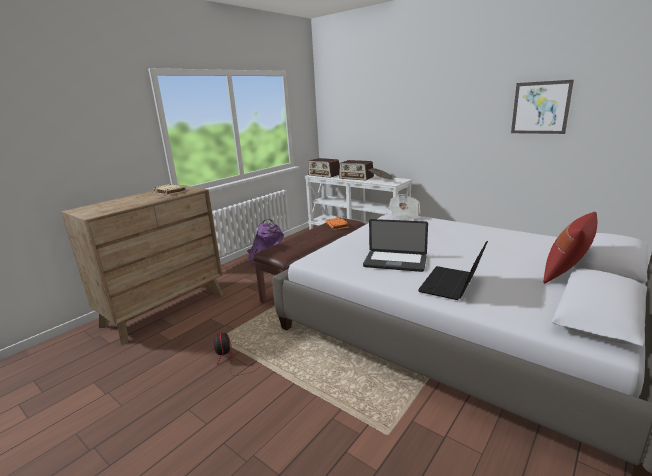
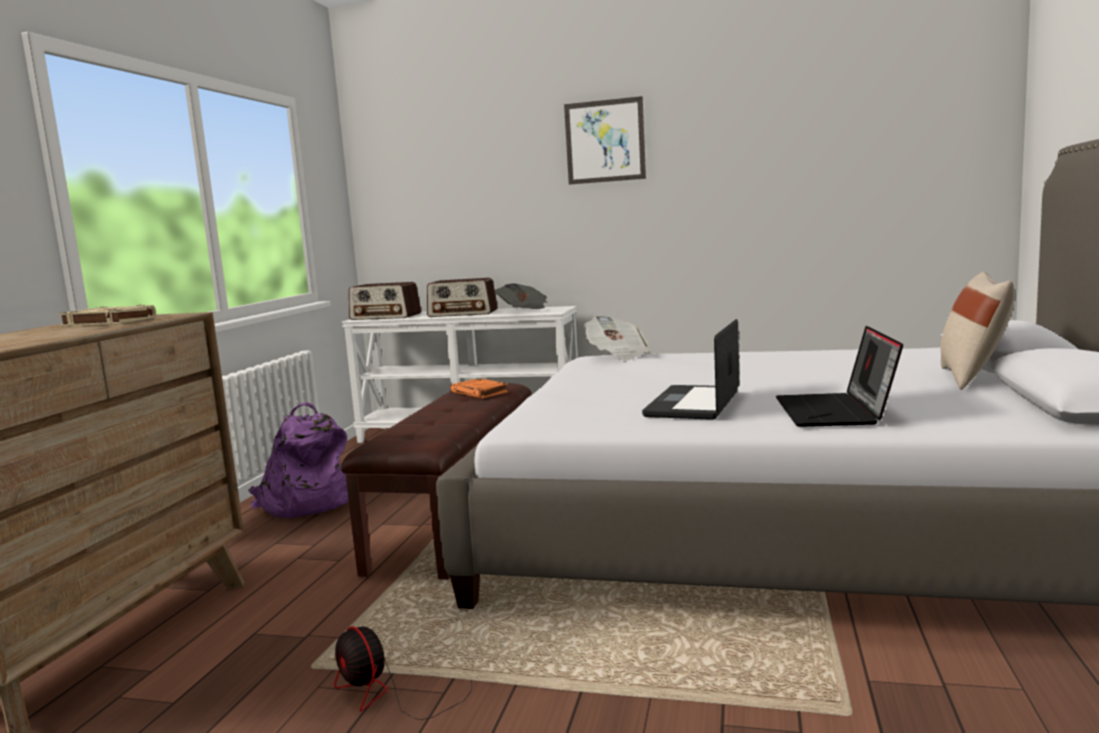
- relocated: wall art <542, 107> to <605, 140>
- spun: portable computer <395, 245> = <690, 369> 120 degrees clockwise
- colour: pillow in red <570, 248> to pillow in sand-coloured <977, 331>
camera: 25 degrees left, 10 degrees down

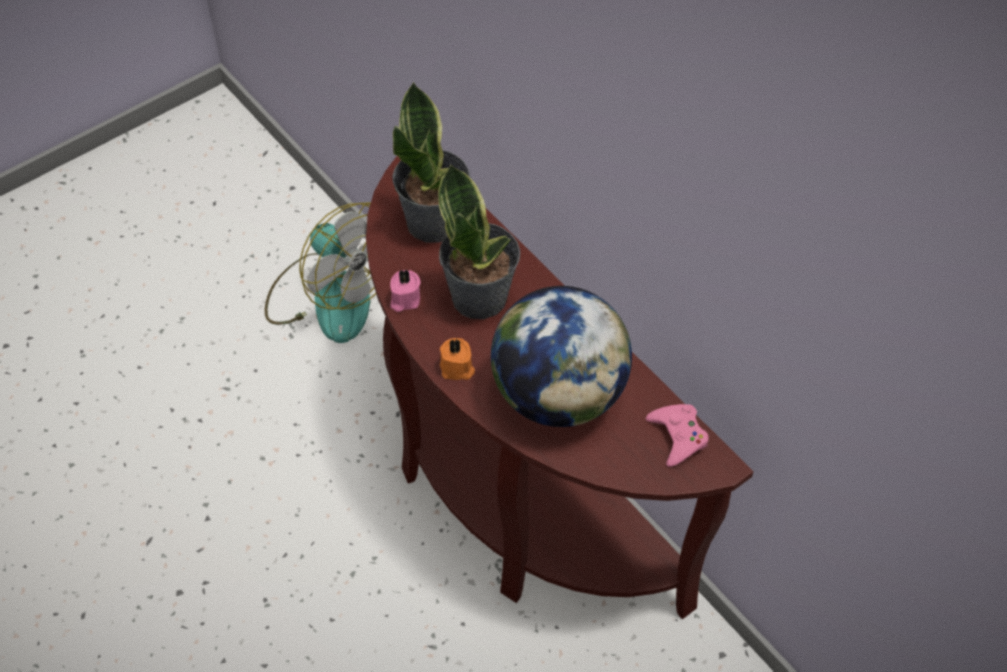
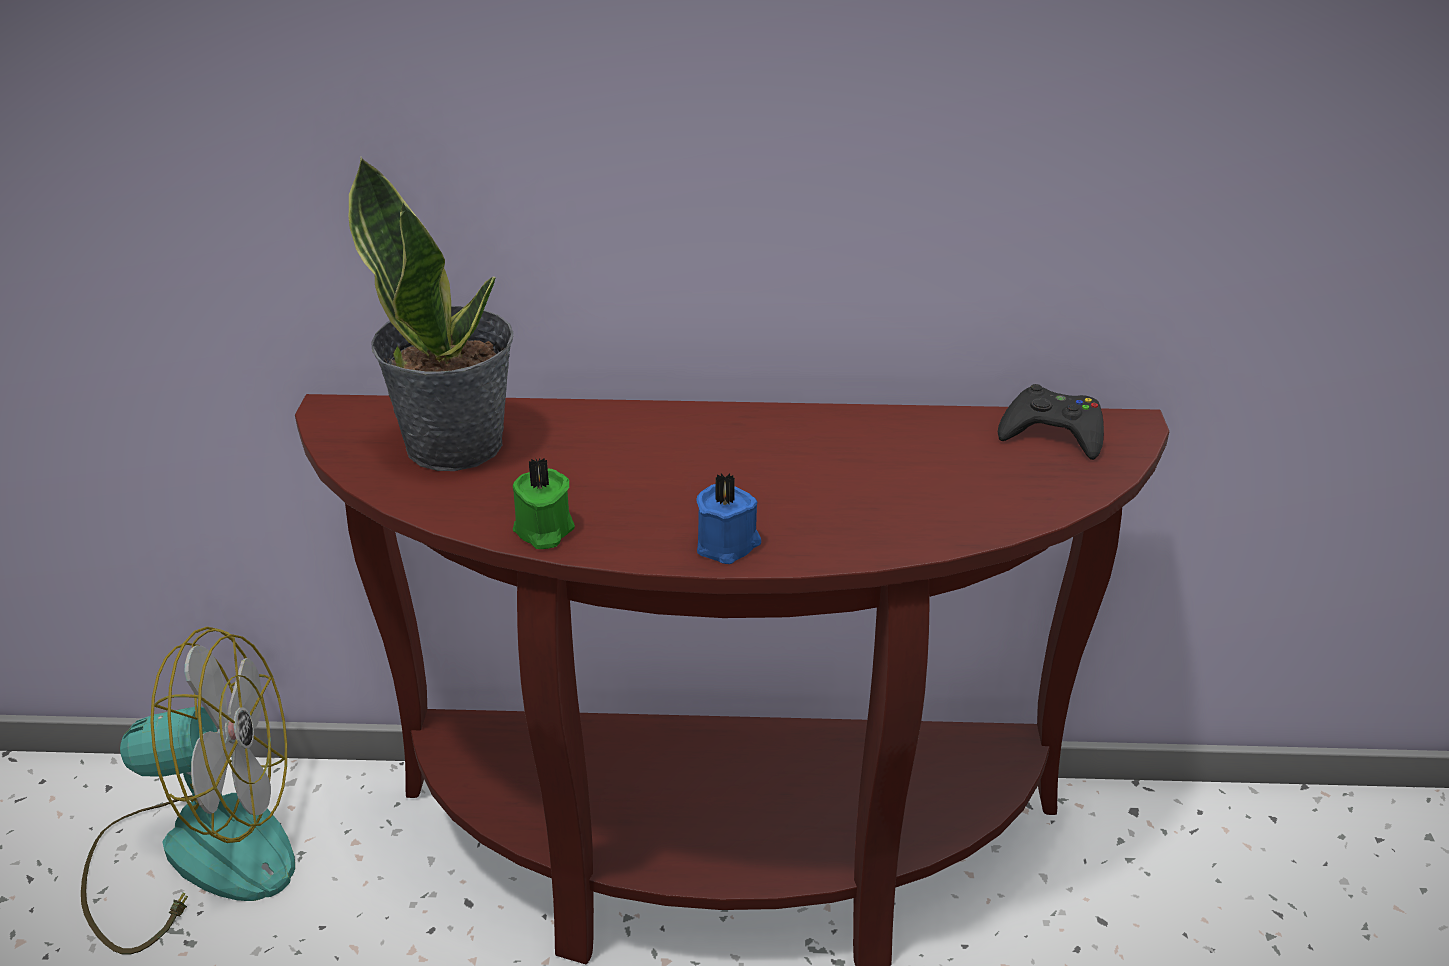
- colour: candle in pink-coloured <405, 290> to candle in green <544, 503>
- colour: candle in orange-coloured <457, 359> to candle in blue <728, 518>
- colour: gamepad in pink-coloured <677, 435> to gamepad in black <1051, 422>
- missing: potted plant <479, 241>
- missing: world globe <561, 356>
camera: 50 degrees left, 20 degrees down

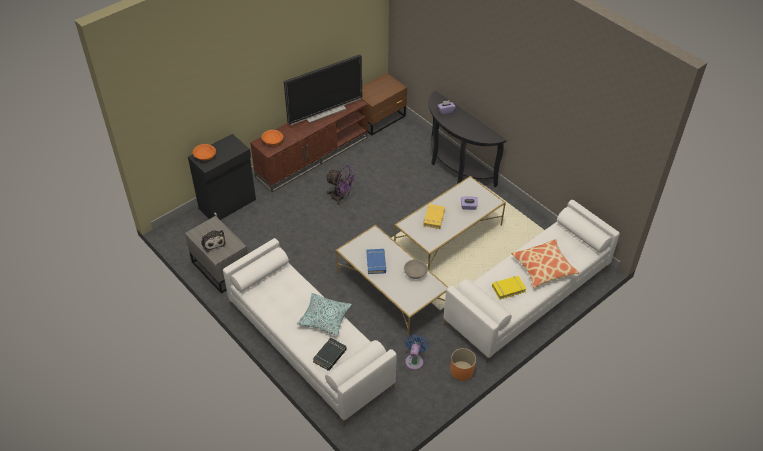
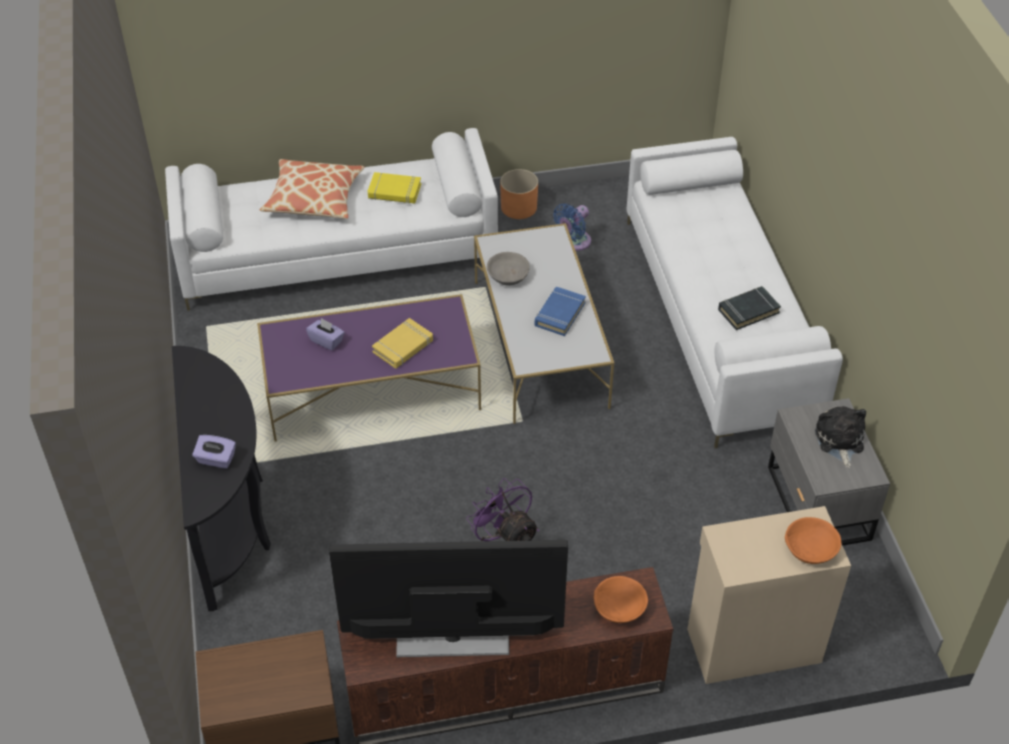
- colour: coffee table in whitish <450, 223> to coffee table in purplish <369, 367>
- colour: storage cabinet in black <222, 177> to storage cabinet in sand-coloured <769, 595>
- relocated: bound book in black <330, 354> to <749, 308>
- missing: pillow <324, 314>
camera: 150 degrees left, 0 degrees up

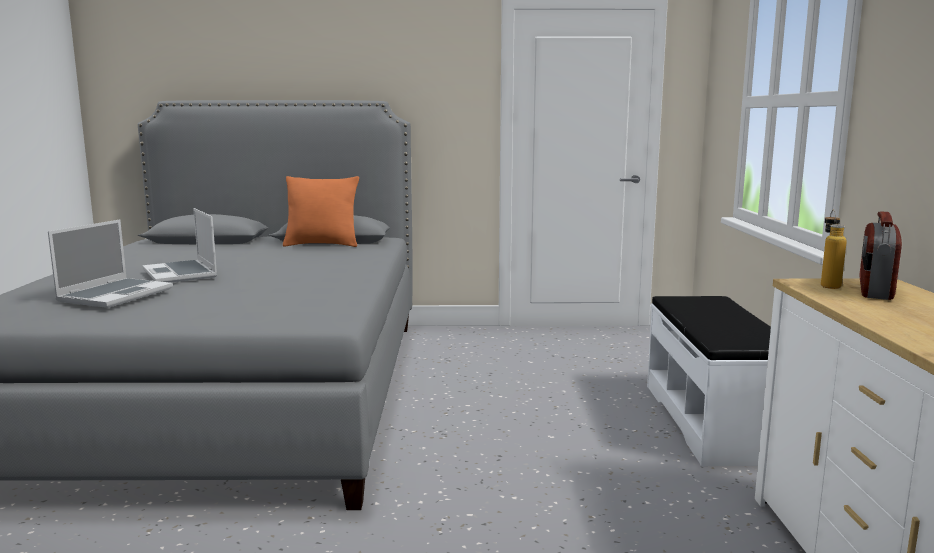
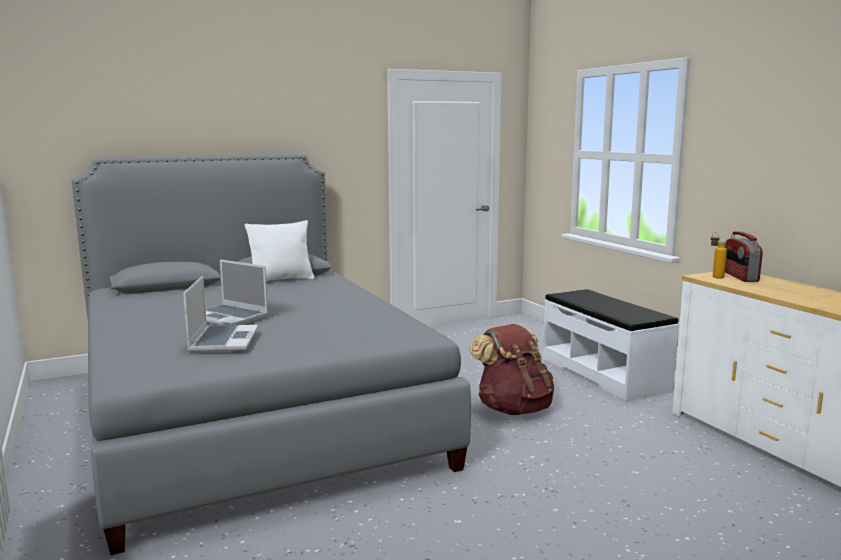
- colour: pillow in orange-coloured <321, 211> to pillow in whitish <280, 250>
- appeared: backpack in brown <512, 369>
camera: 25 degrees left, 0 degrees up

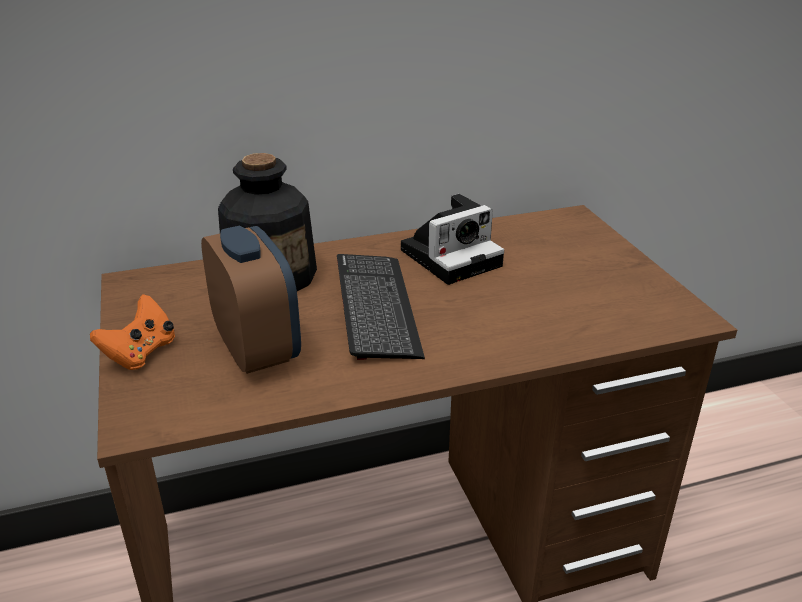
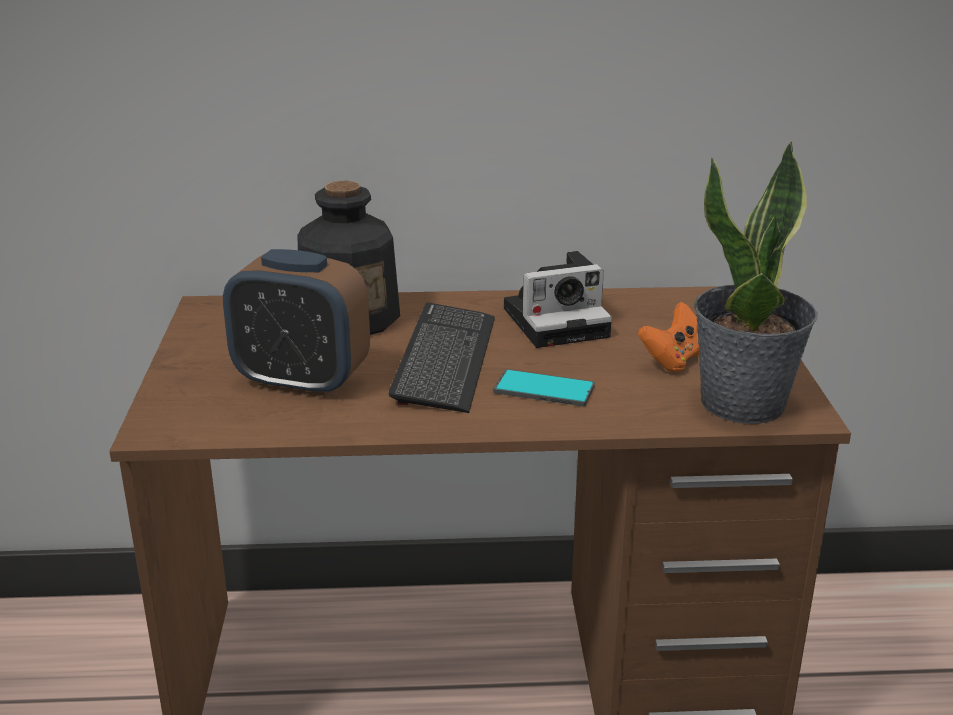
- spun: alarm clock <251, 300> = <296, 323> 120 degrees clockwise
- appeared: phone <544, 388>
- relocated: gamepad in orange-coloured <132, 332> to <668, 337>
- appeared: potted plant <756, 282>
camera: 15 degrees right, 5 degrees down

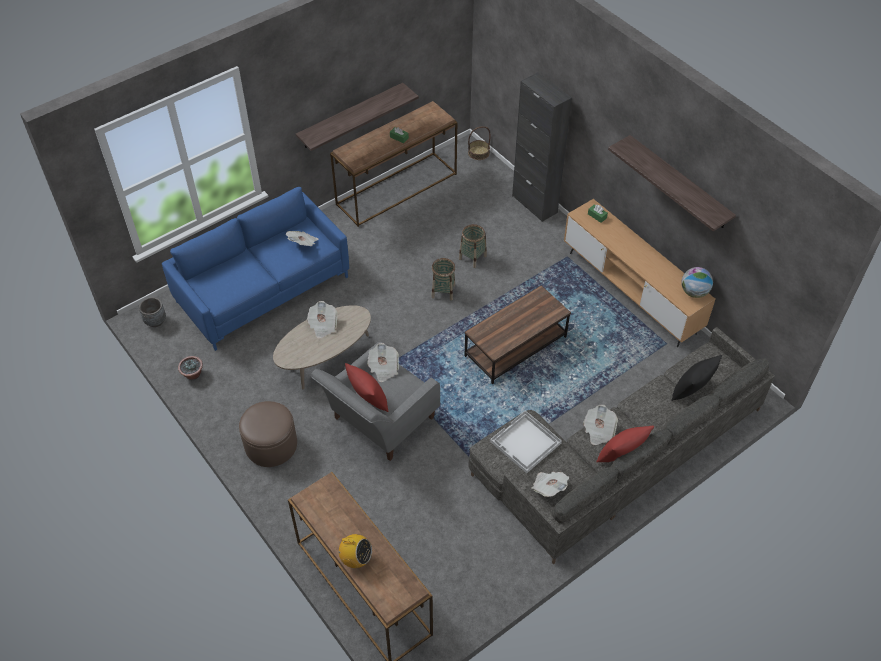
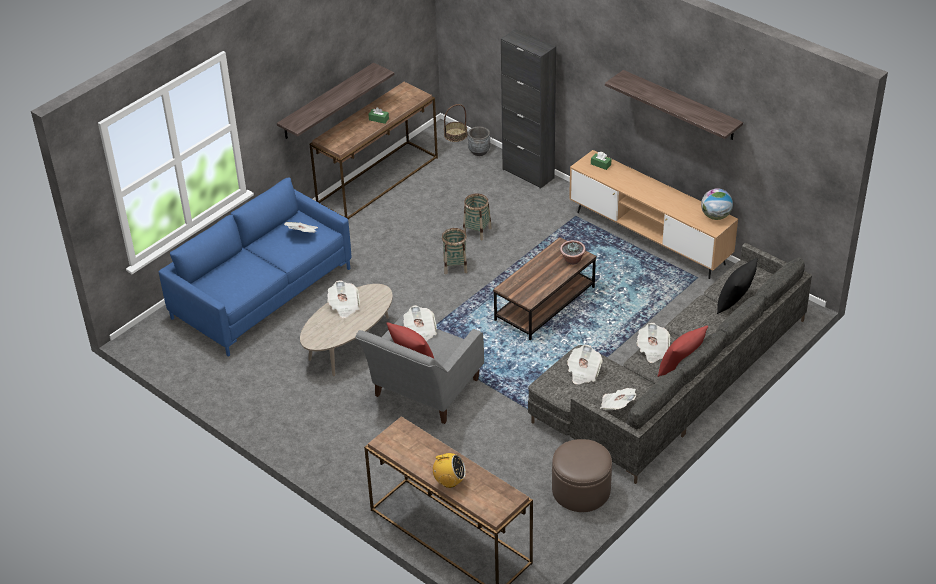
- relocated: planter in gray <152, 312> to <479, 141>
- relocated: ottoman in brown <268, 434> to <582, 475>
- relocated: potted plant <190, 368> to <573, 252>
- exchanged: serving tray in whitish <526, 442> to printed paper <585, 364>
camera: 10 degrees left, 10 degrees down

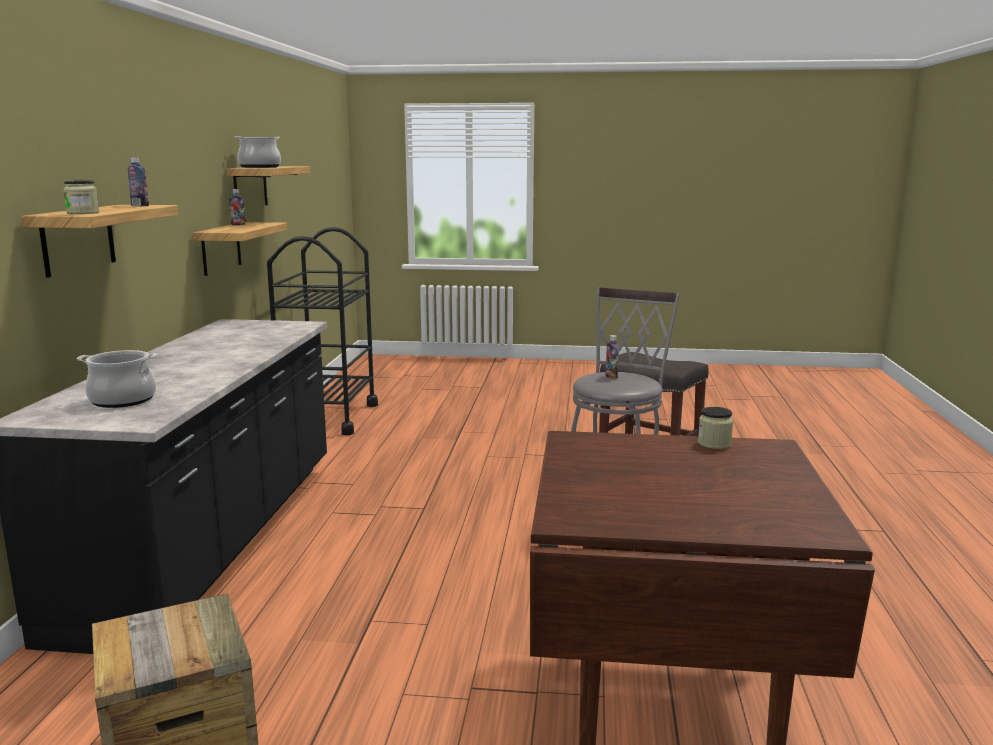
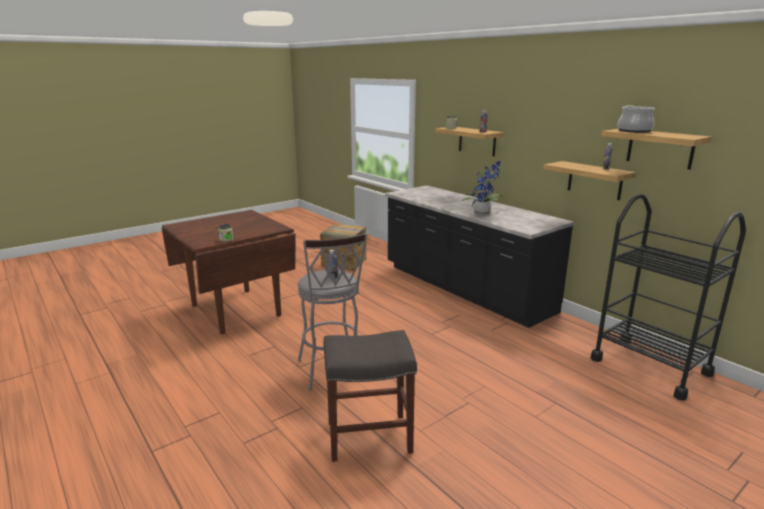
- appeared: potted plant <482, 188>
- missing: stockpot <117, 379>
camera: 135 degrees right, 5 degrees up

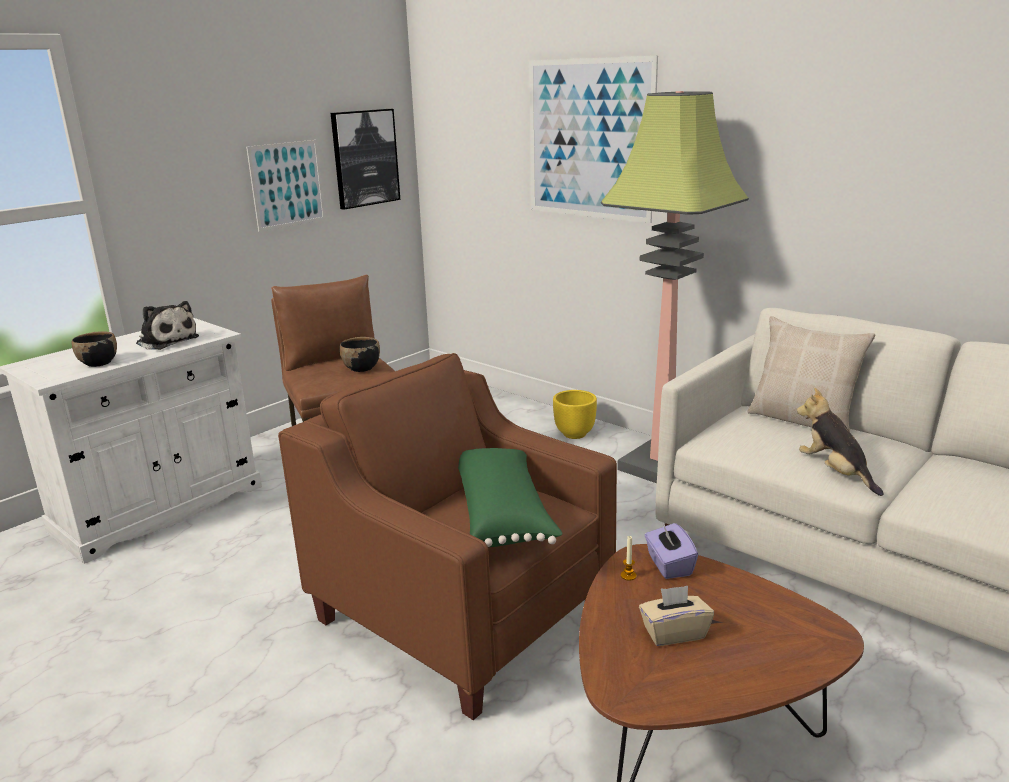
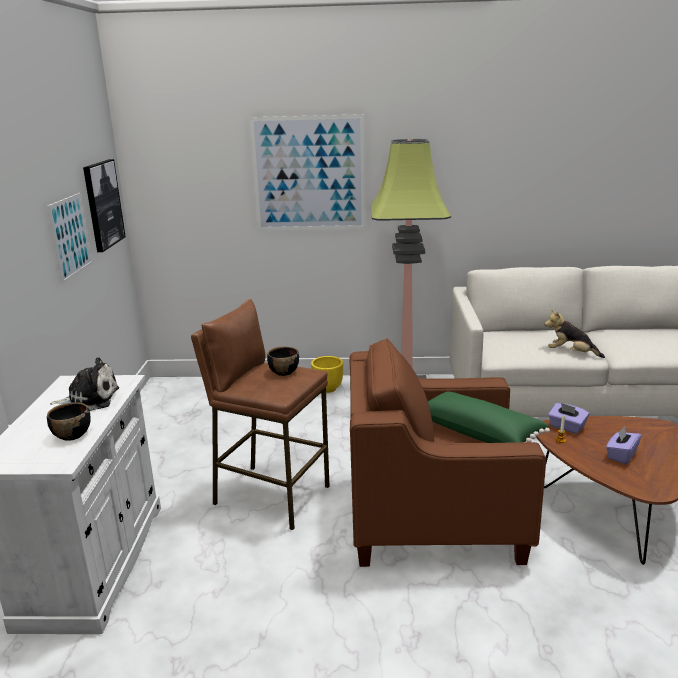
- colour: box of tissues in sand-coloured <676, 616> to box of tissues in purplish <623, 445>
- missing: pillow in sand-coloured <811, 374>
camera: 40 degrees left, 0 degrees up

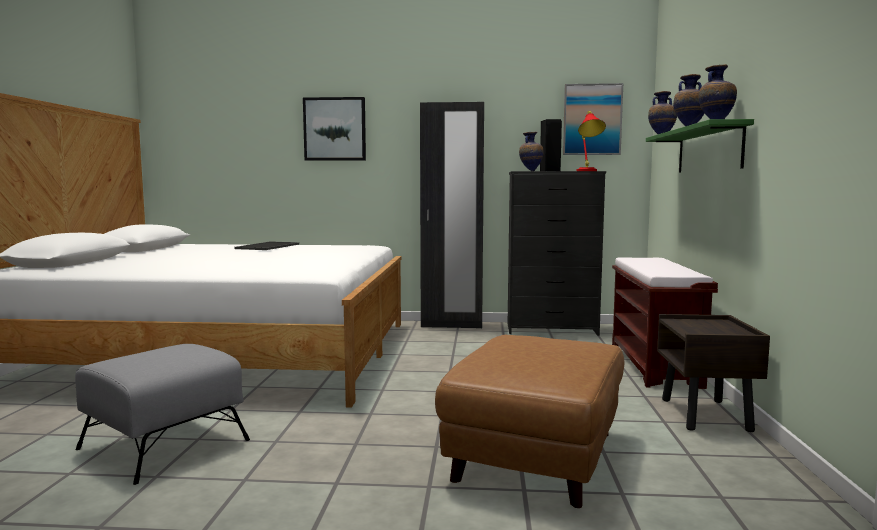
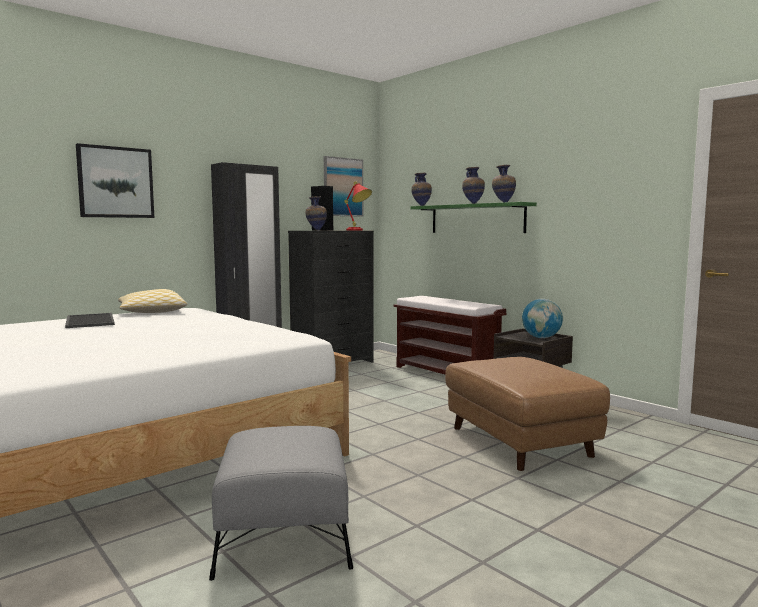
- appeared: pillow <152, 301>
- appeared: world globe <542, 318>
camera: 45 degrees left, 0 degrees up

